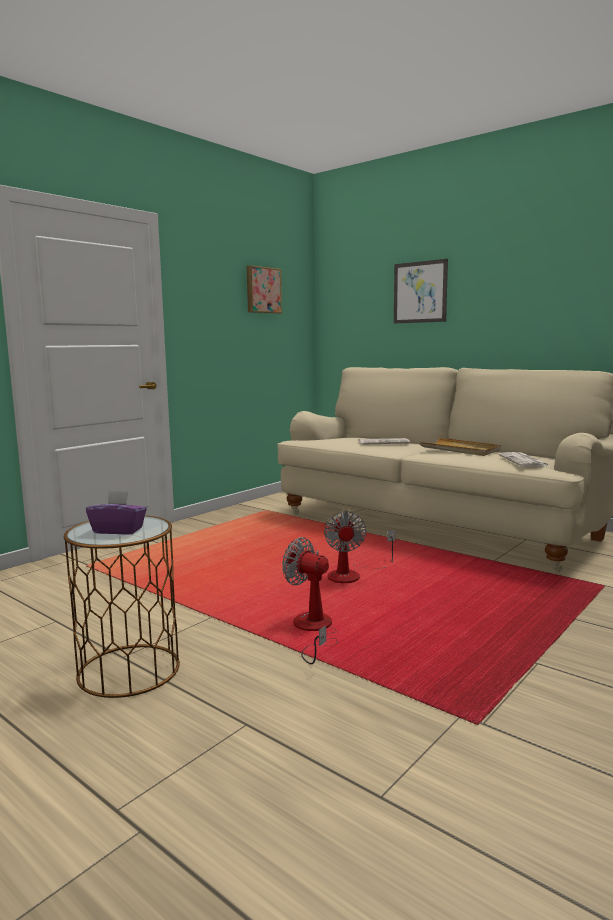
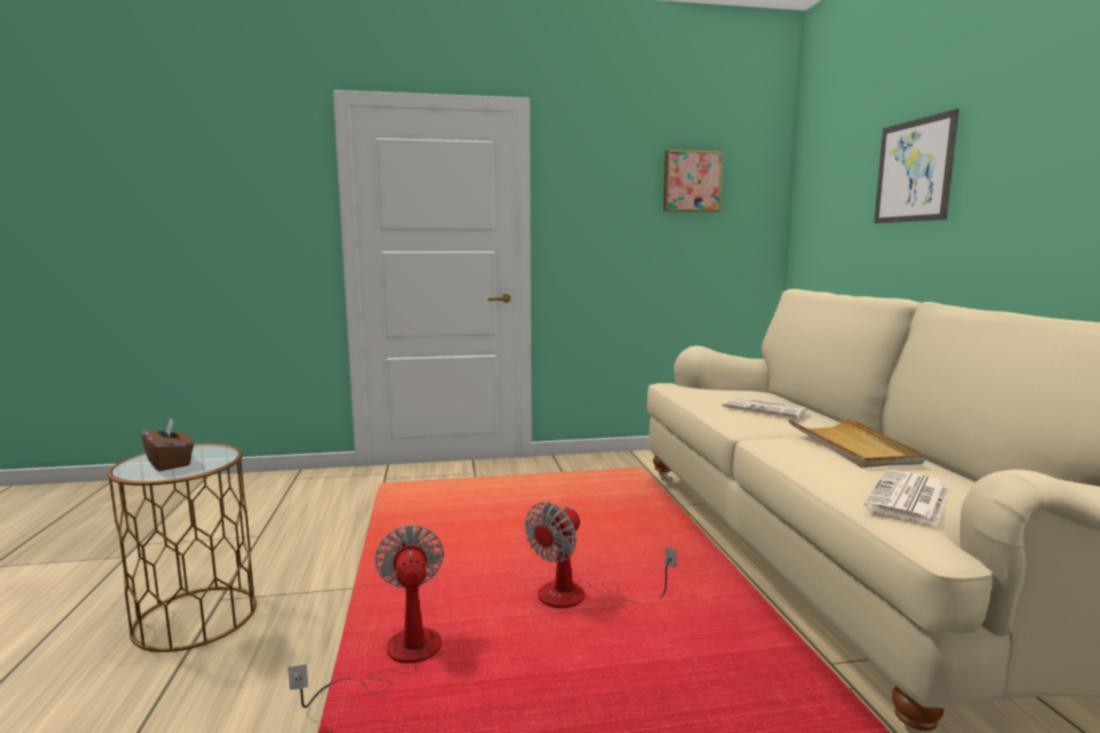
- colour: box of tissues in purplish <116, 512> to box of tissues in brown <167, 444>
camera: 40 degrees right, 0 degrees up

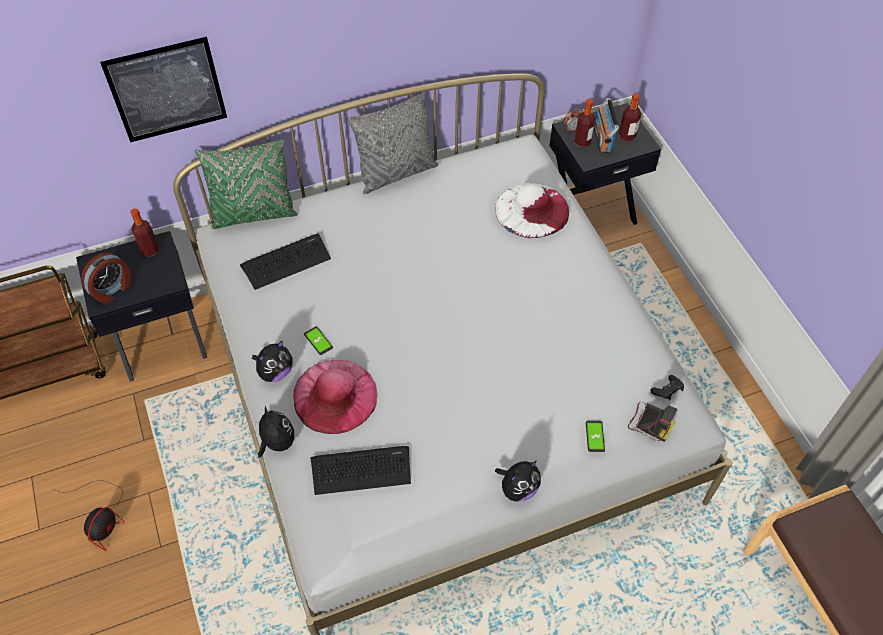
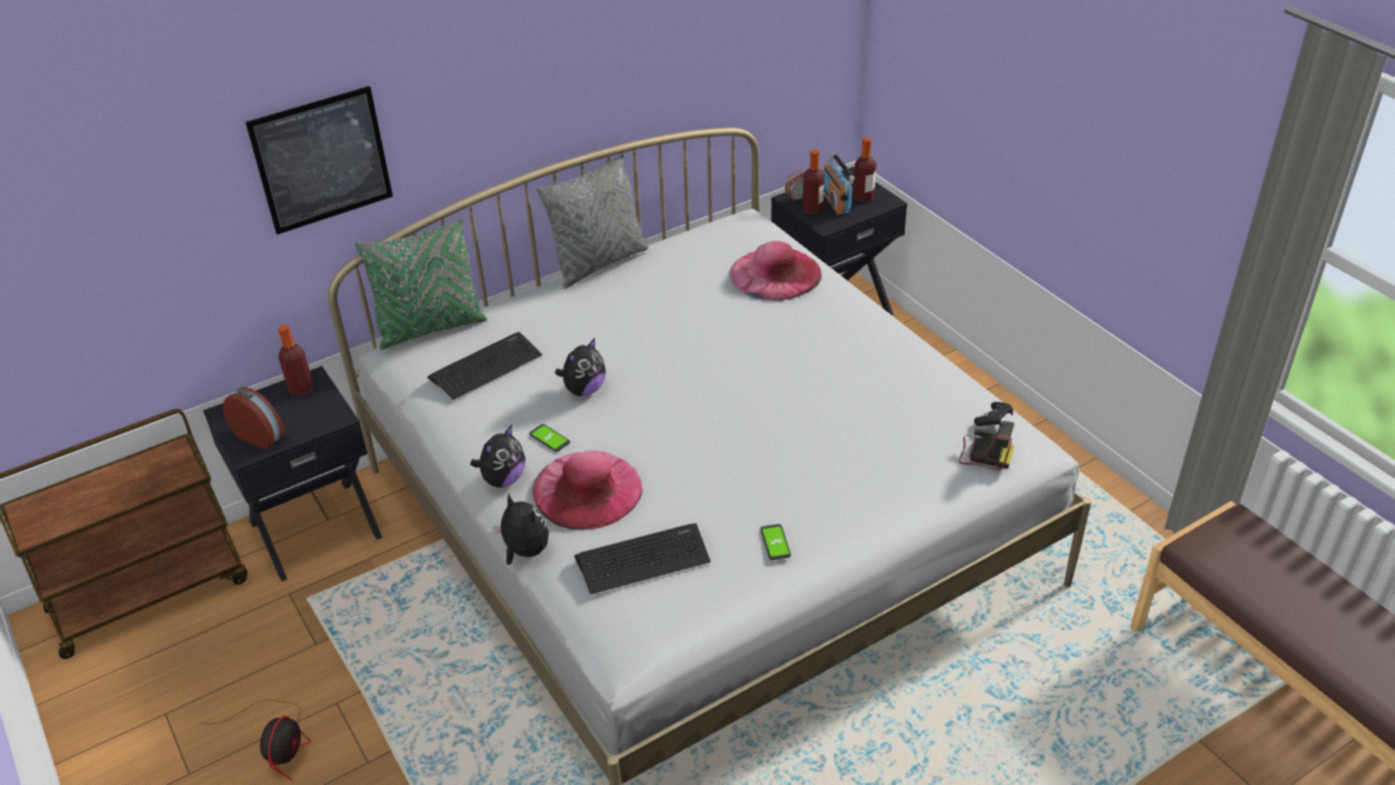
- spun: alarm clock <106, 277> = <254, 418> 90 degrees counterclockwise
- relocated: cuddly toy <518, 481> to <580, 367>
- colour: hat in whitish <532, 211> to hat in pink-coloured <776, 271>
- relocated: phone <595, 436> to <775, 542>
camera: 10 degrees left, 15 degrees down

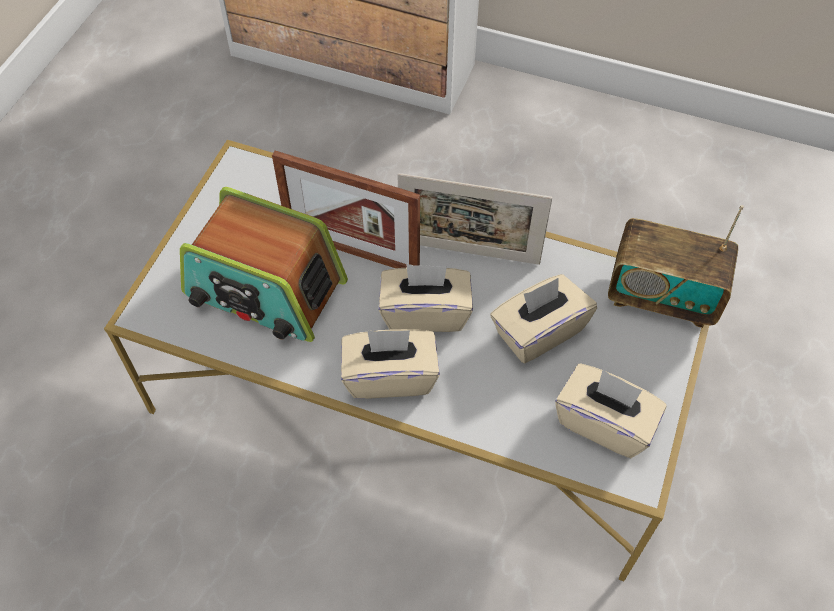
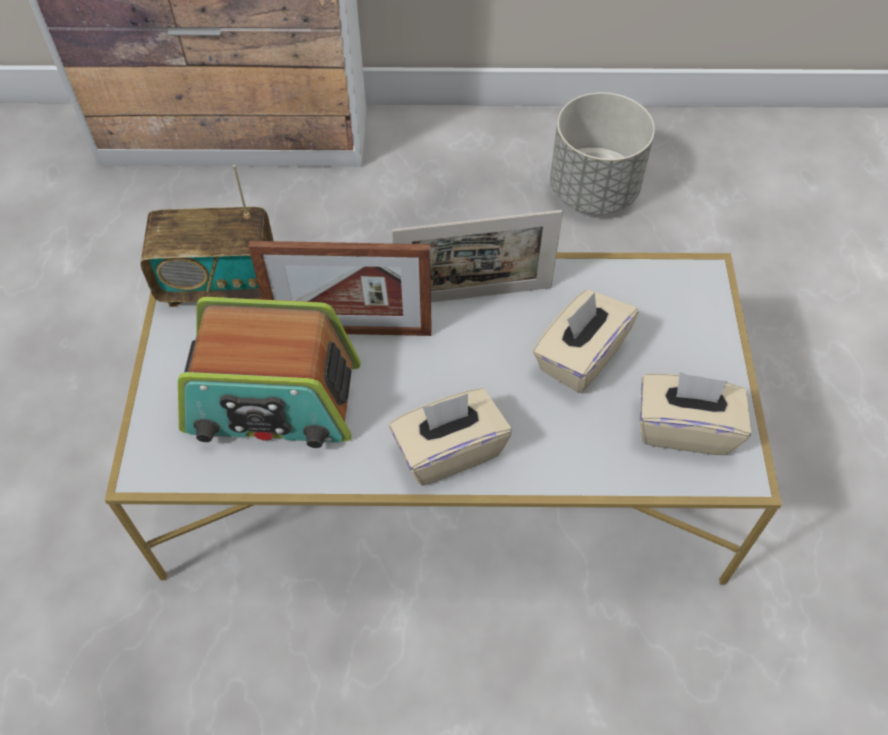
- relocated: radio <676, 266> to <207, 236>
- appeared: planter in gray <602, 153>
- missing: box of tissues in sand-coloured <426, 298>
camera: 20 degrees left, 0 degrees up

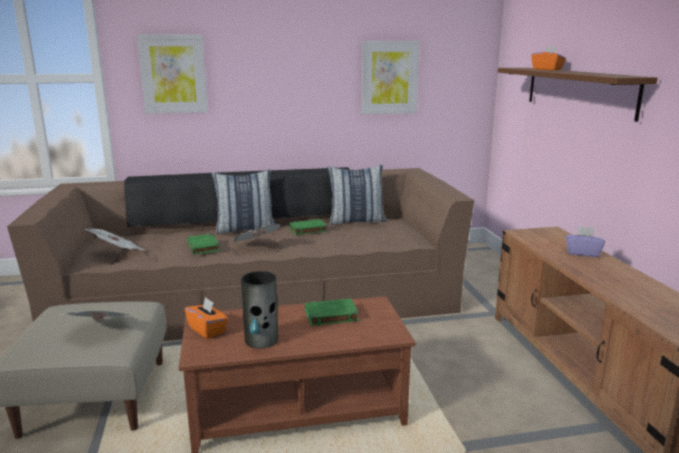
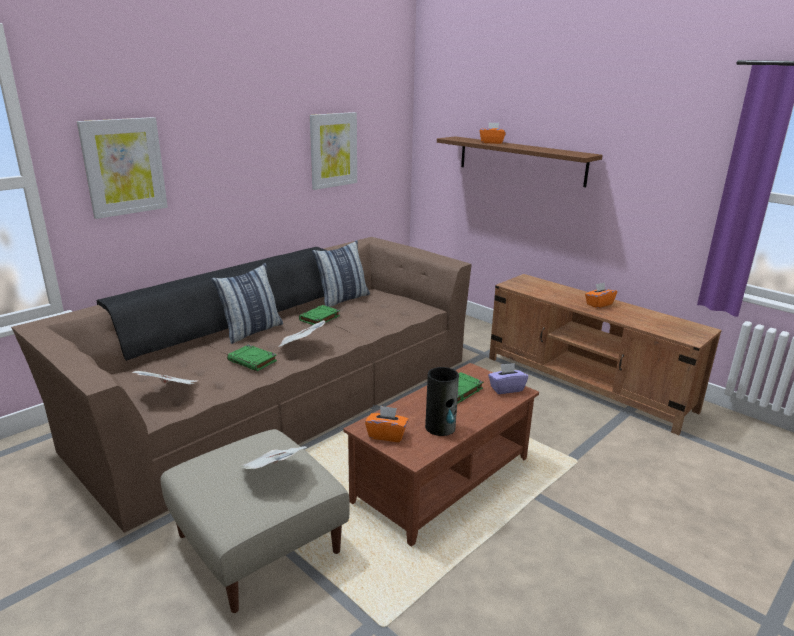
- relocated: box of tissues in purplish <585, 241> to <508, 378>
- appeared: box of tissues in orange-coloured <601, 295>
camera: 35 degrees left, 5 degrees up

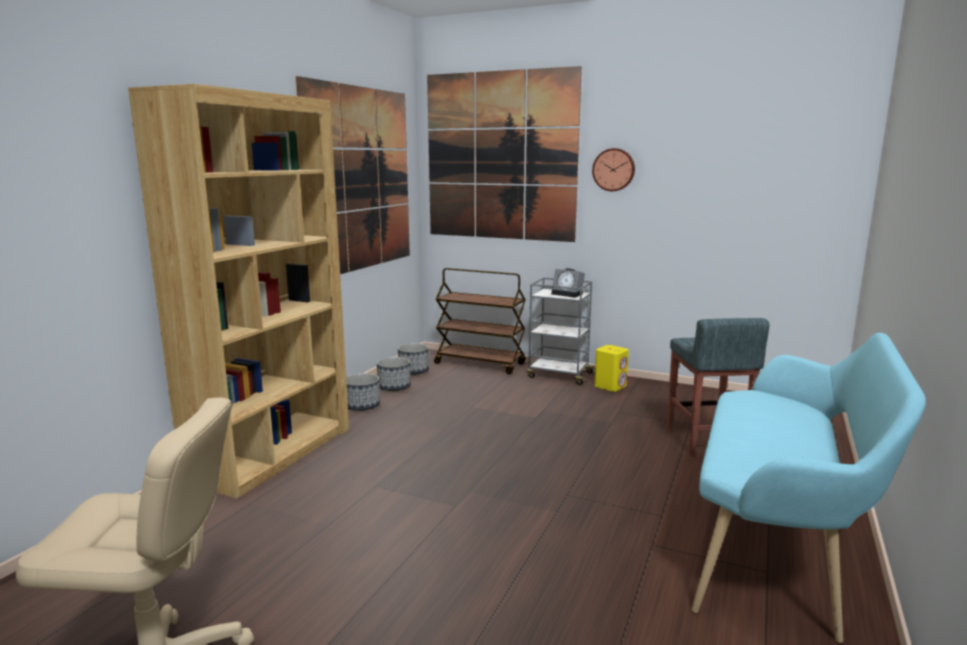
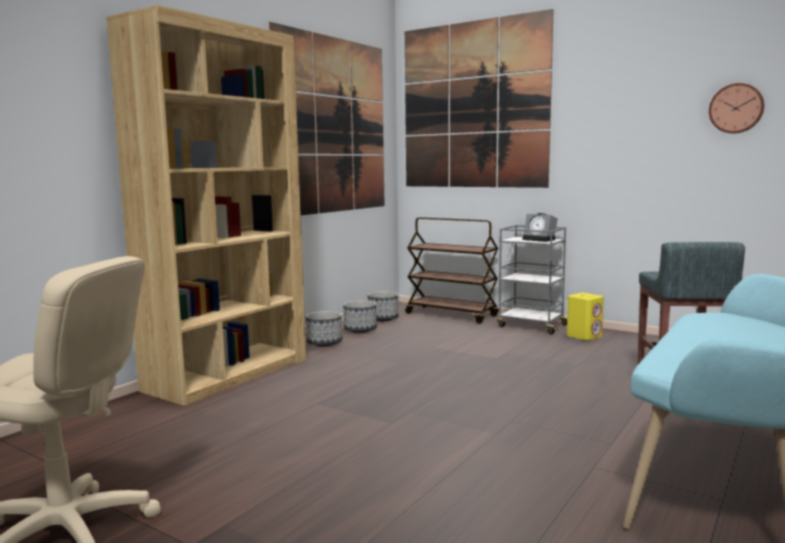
- relocated: wall clock <613, 169> to <736, 108>
camera: 10 degrees right, 5 degrees down

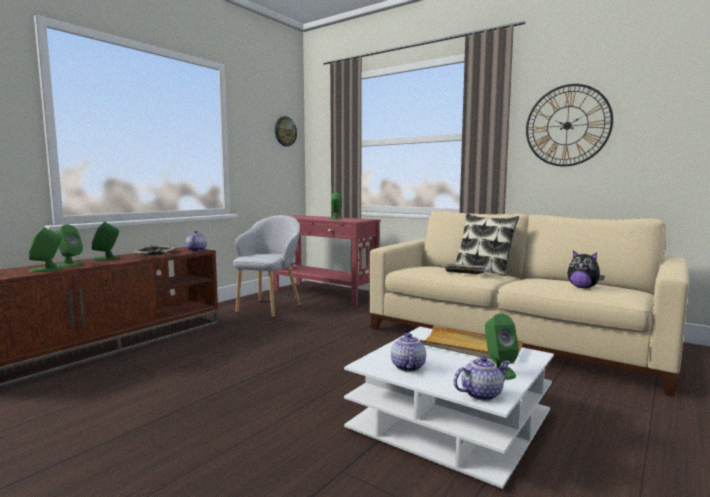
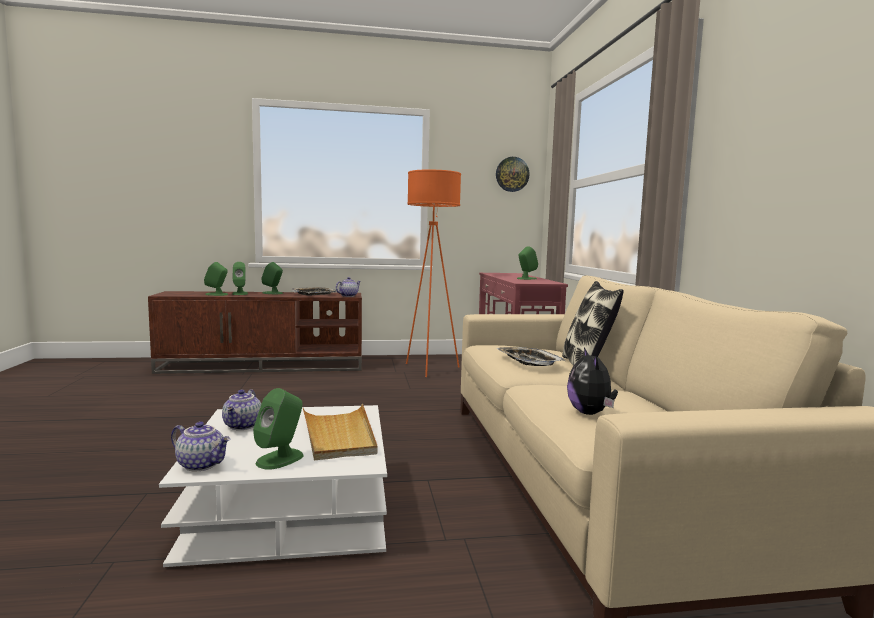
- spun: tea pot <408, 352> = <241, 409> 135 degrees clockwise
- exchanged: easy chair in gray <267, 266> to standing lamp in orange-coloured <433, 273>
- missing: wall clock <569, 125>
camera: 45 degrees right, 0 degrees up

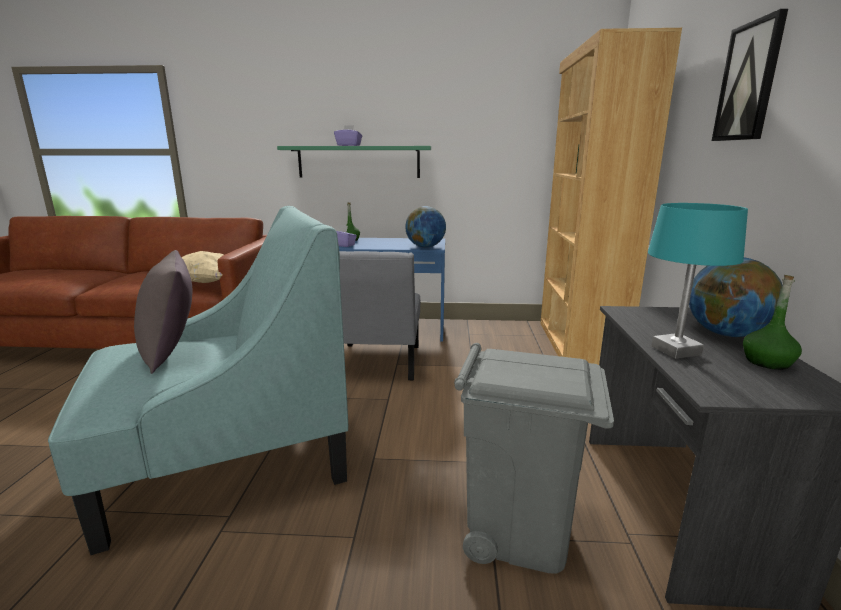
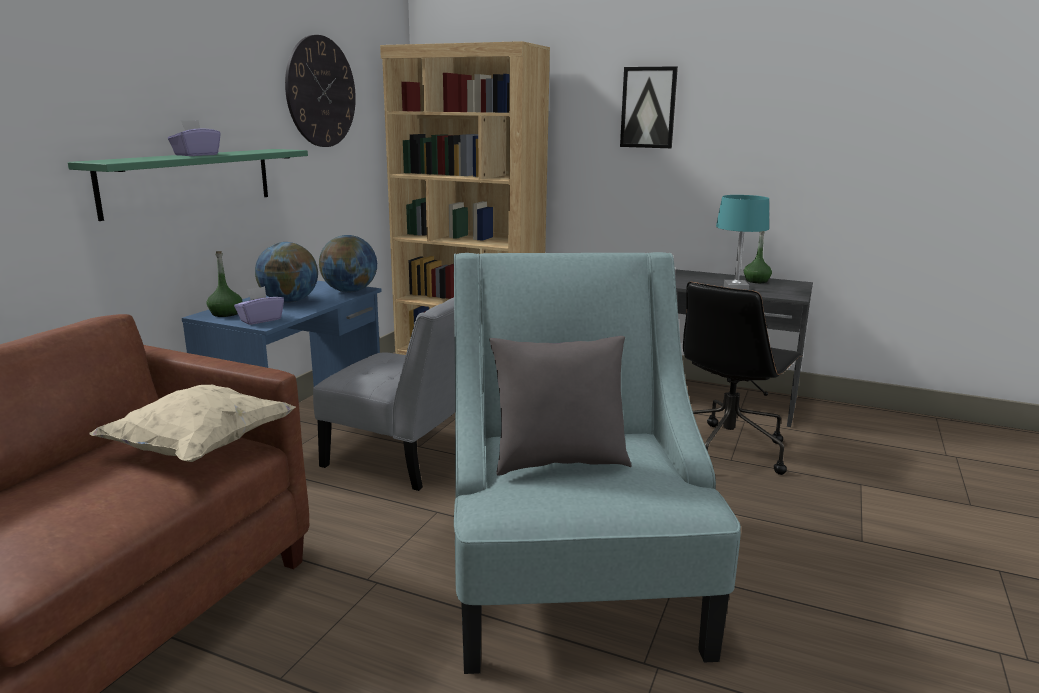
- relocated: world globe <735, 297> to <286, 272>
- appeared: wall clock <320, 91>
- exchanged: trash can in gray <534, 458> to computer chair in black <743, 378>
camera: 70 degrees left, 0 degrees up

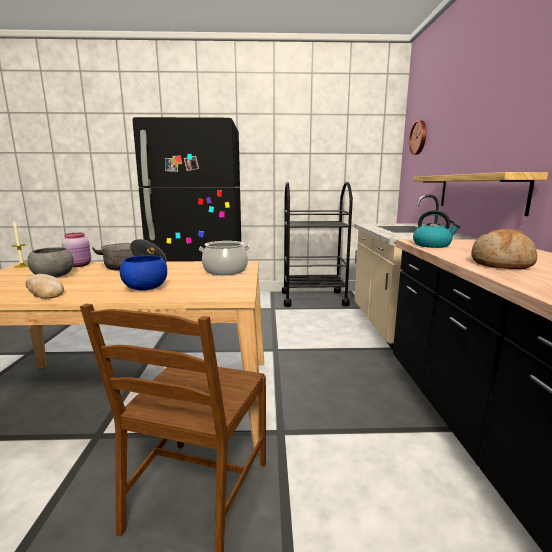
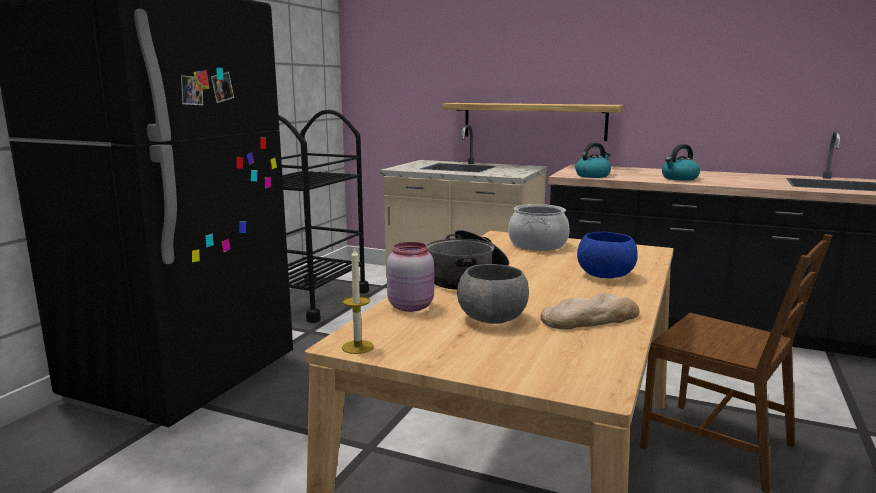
- exchanged: bakery bread <504, 249> to water kettle <681, 162>
- missing: wall clock <417, 137>
camera: 65 degrees left, 0 degrees up

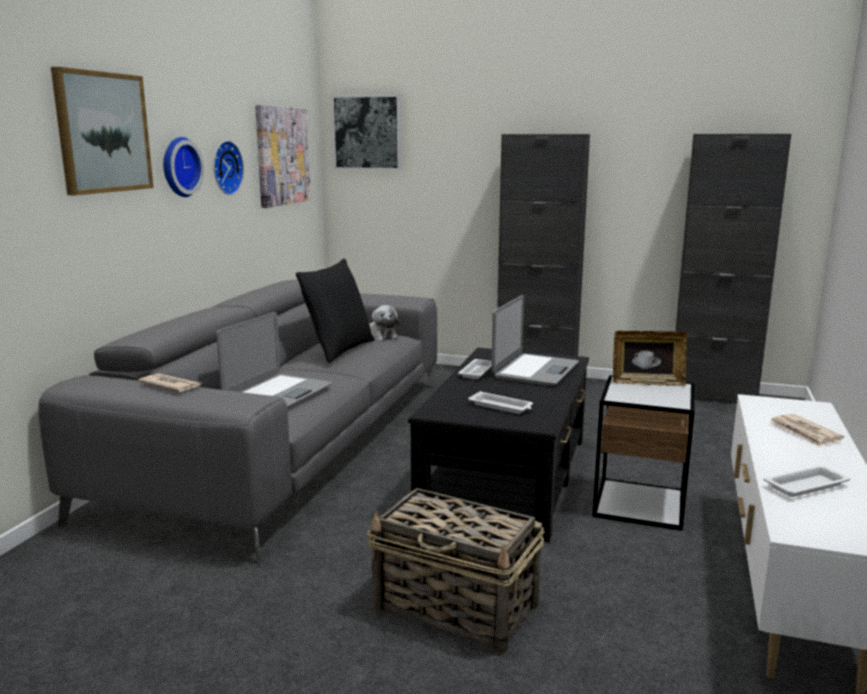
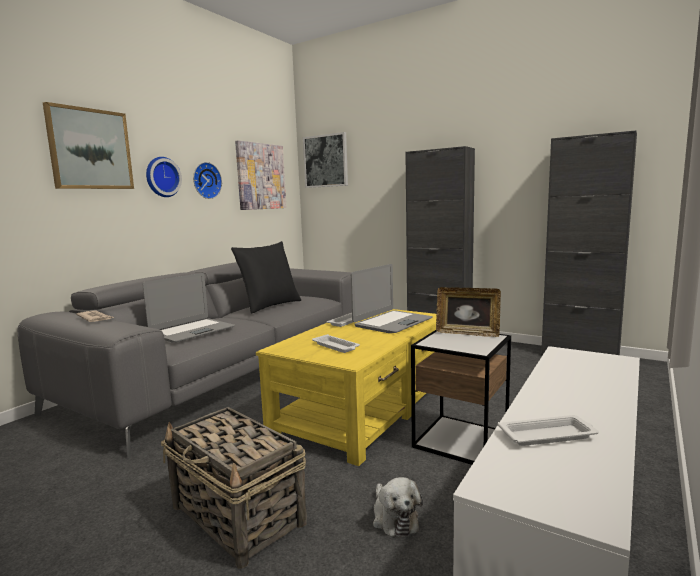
- colour: coffee table in black <498, 445> to coffee table in yellowish <346, 387>
- relocated: cuddly toy <384, 323> to <398, 507>
- missing: printed paper <806, 430>
camera: 15 degrees right, 5 degrees down

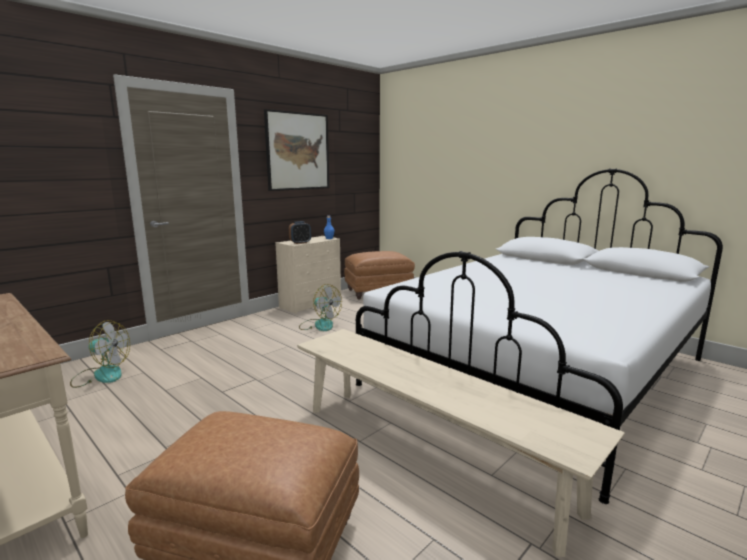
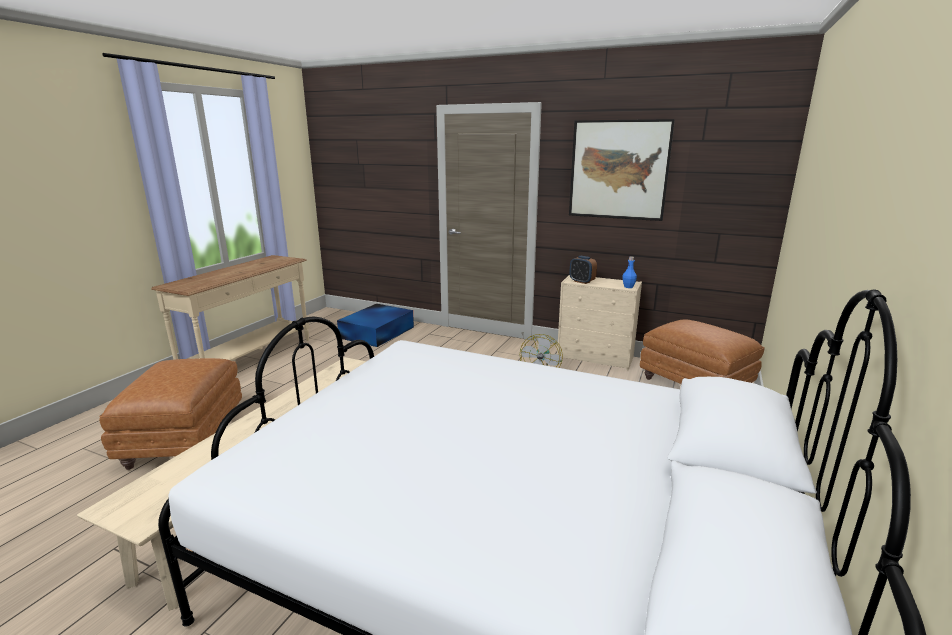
- exchanged: cooling fan <100, 354> to storage bin in blue <375, 325>
camera: 70 degrees right, 5 degrees up

